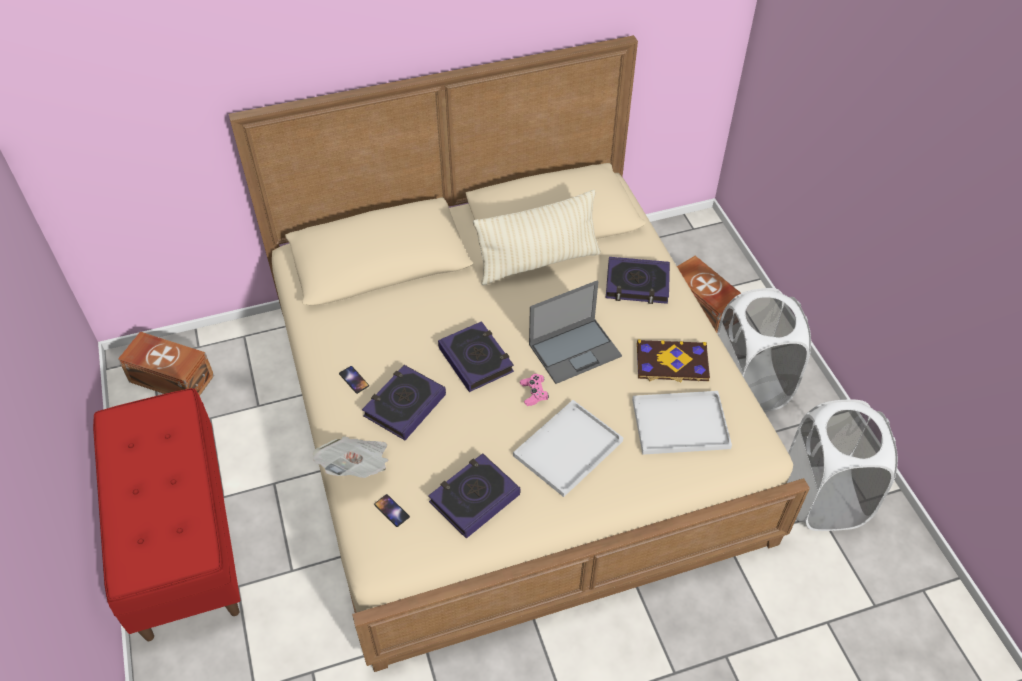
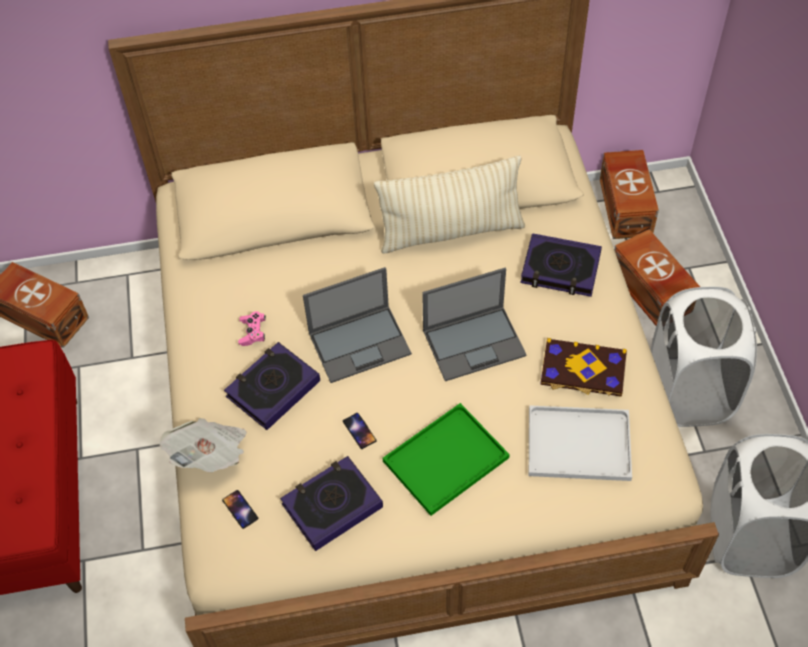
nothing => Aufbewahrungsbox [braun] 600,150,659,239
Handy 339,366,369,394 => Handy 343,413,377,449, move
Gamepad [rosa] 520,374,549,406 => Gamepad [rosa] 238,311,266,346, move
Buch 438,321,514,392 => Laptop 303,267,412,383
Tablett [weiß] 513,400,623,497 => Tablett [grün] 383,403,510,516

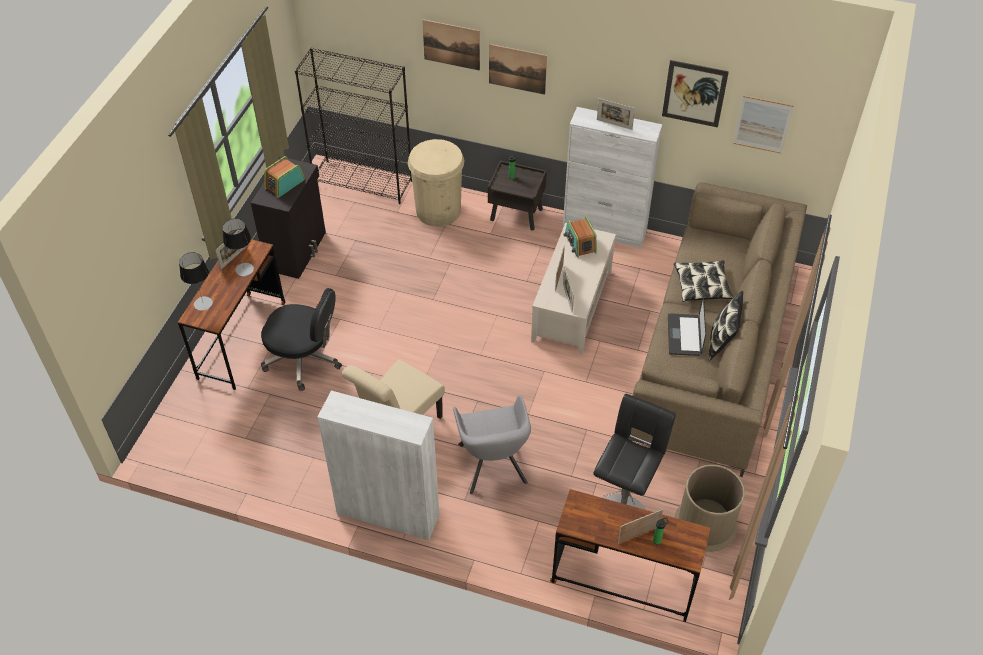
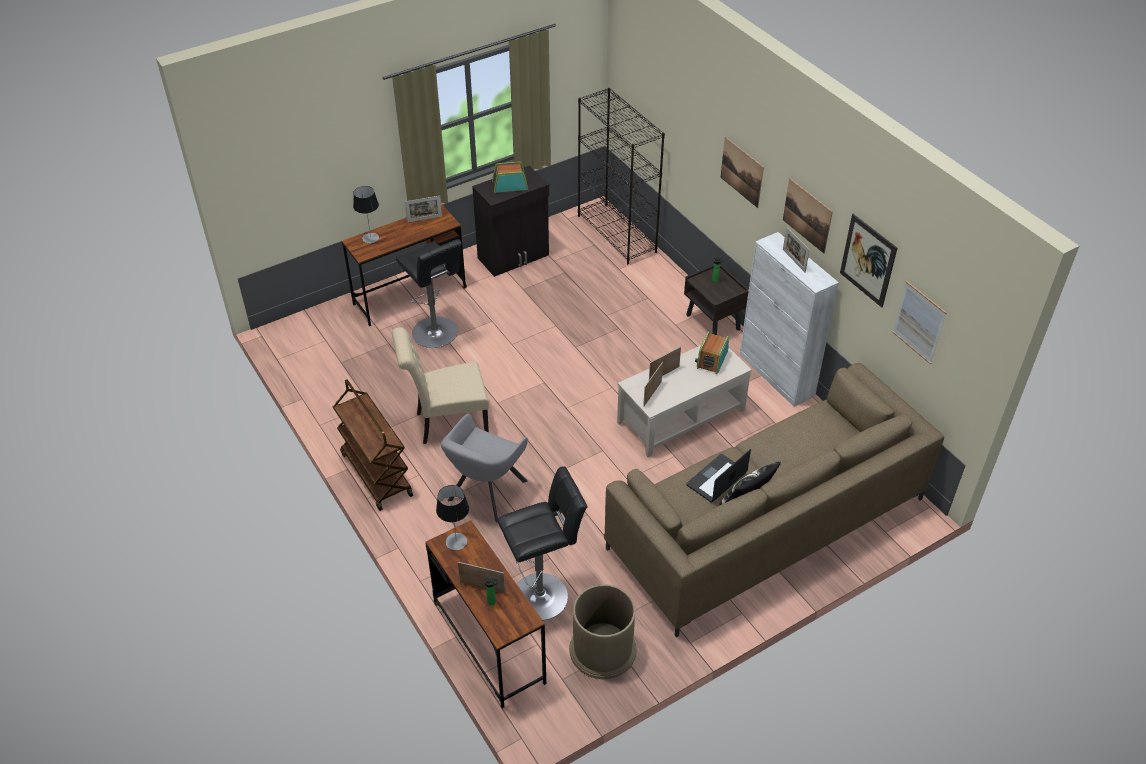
Mülleimer [beige] 408,139,465,227 => nothing
Kissen 674,260,734,302 => nothing
Tischlampe 223,219,254,276 => Tischlampe 436,485,469,550, move
Bild 422,19,480,71 => Bild 783,178,833,254, move
Bürostuhl [schwarz] 261,288,342,391 => Hocker [schwarz] 395,239,462,348
Schrank [weiß] 318,391,440,540 => Rollwagen [braun] 333,379,413,511

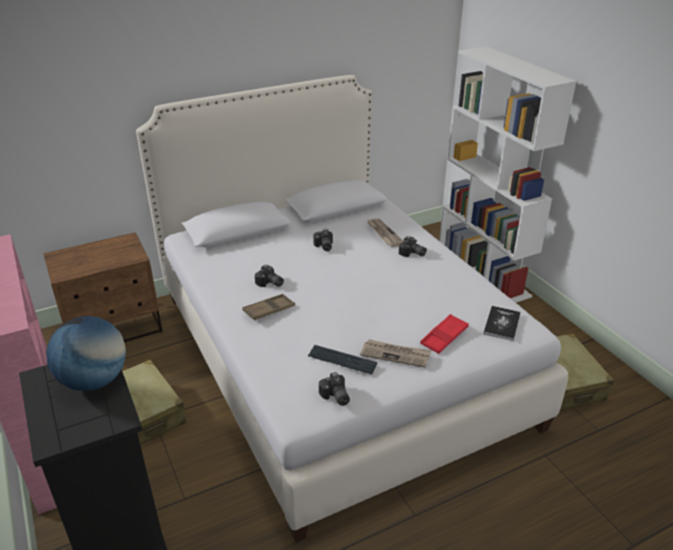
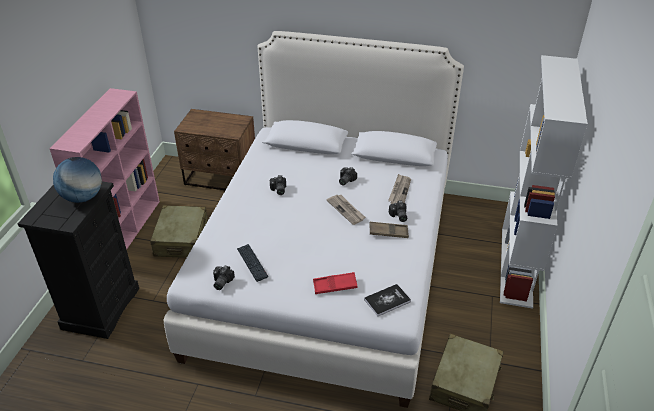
Tablett [braun] 242,294,295,320 => Tablett [braun] 369,222,409,238, move
Zeitung 360,339,432,368 => Zeitung 327,195,366,225, move

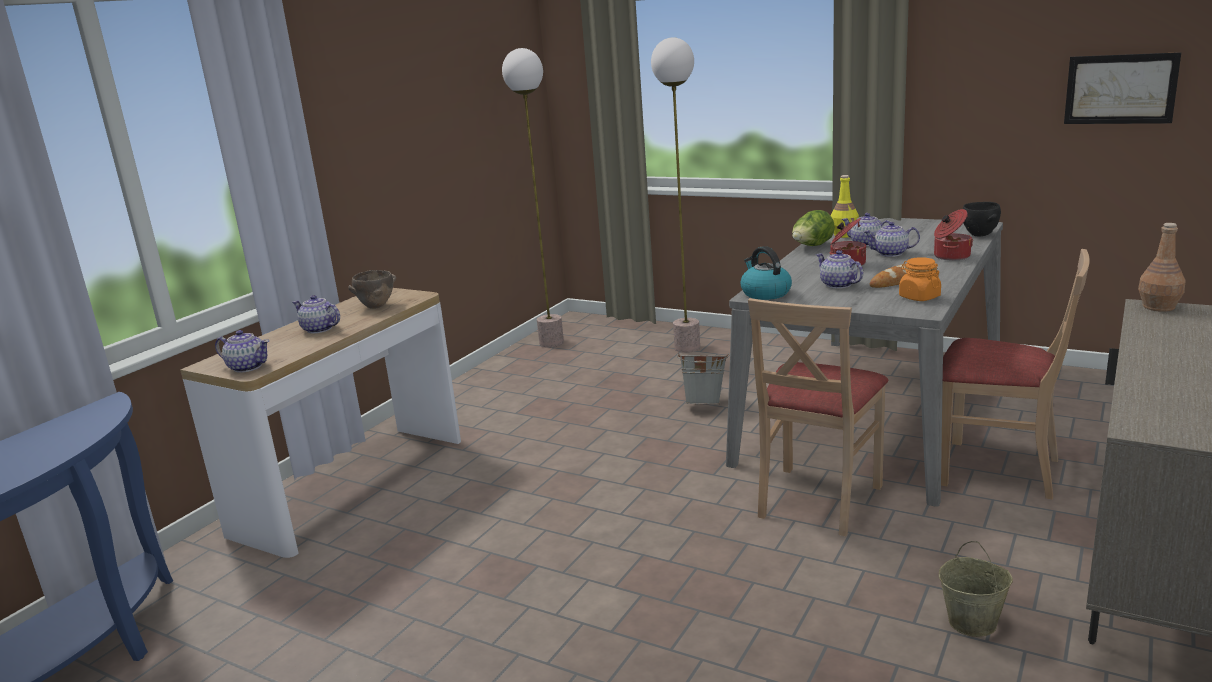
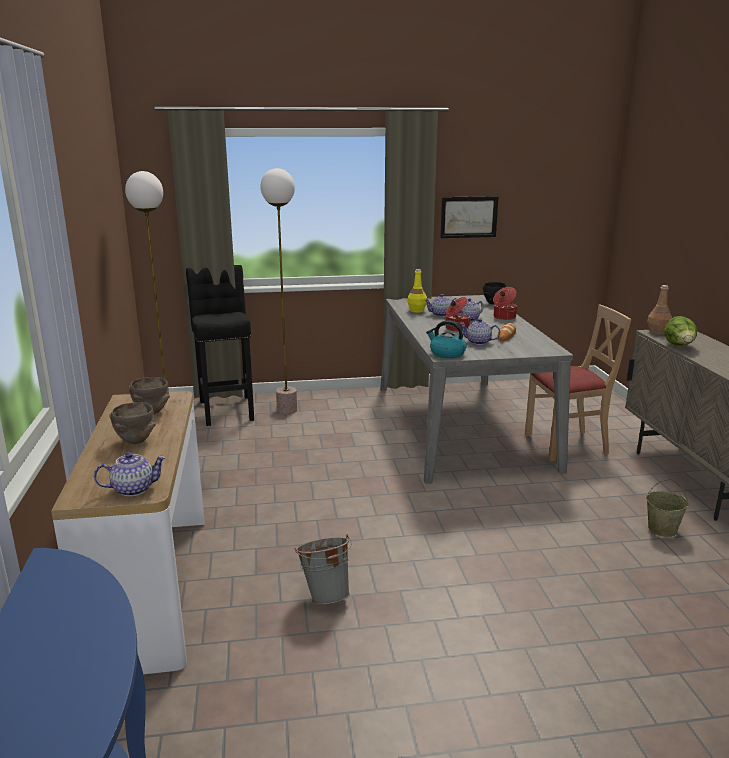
Stuhl [beige] 748,298,889,536 => nothing
Vorratsglas [orange] 899,257,941,301 => nothing
nothing => Hocker [schwarz] 186,265,254,426
Eimer [grau] 677,352,729,404 => Eimer [grau] 295,534,352,604, move
Salatkopf 792,210,835,246 => Salatkopf 664,316,697,346, move
Bild 1064,52,1181,124 => Bild 440,196,499,238, move
Teekanne 292,295,340,334 => Schüssel [braun] 109,402,156,444

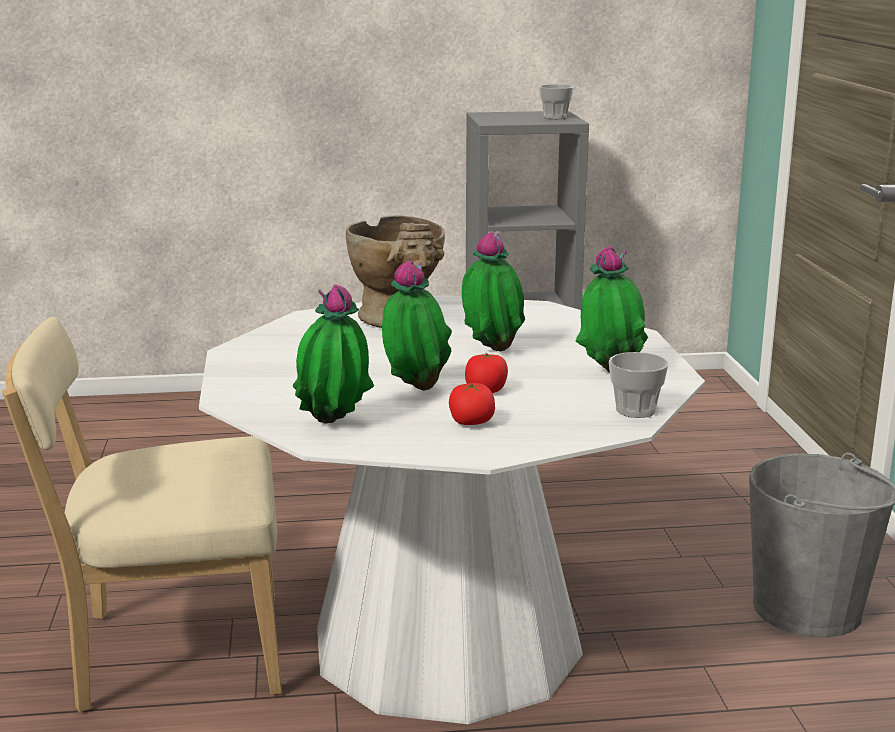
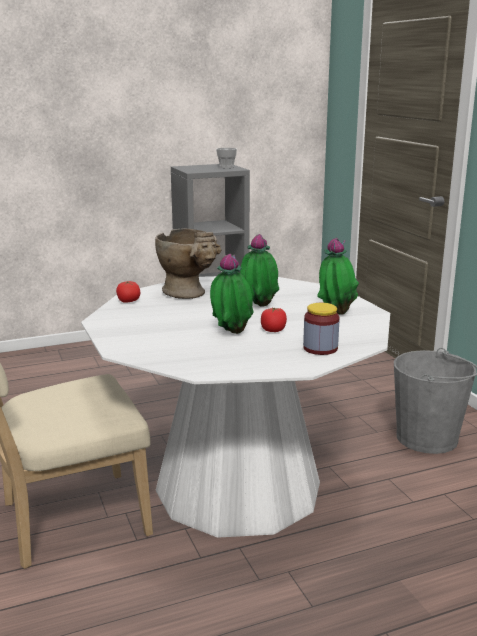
Topfpflanze 293,284,374,424 => nothing
Tasse 609,352,669,418 => nothing
nothing => Vorratsglas 303,303,340,355
Tomate 449,383,495,425 => Tomate 116,281,140,303, move

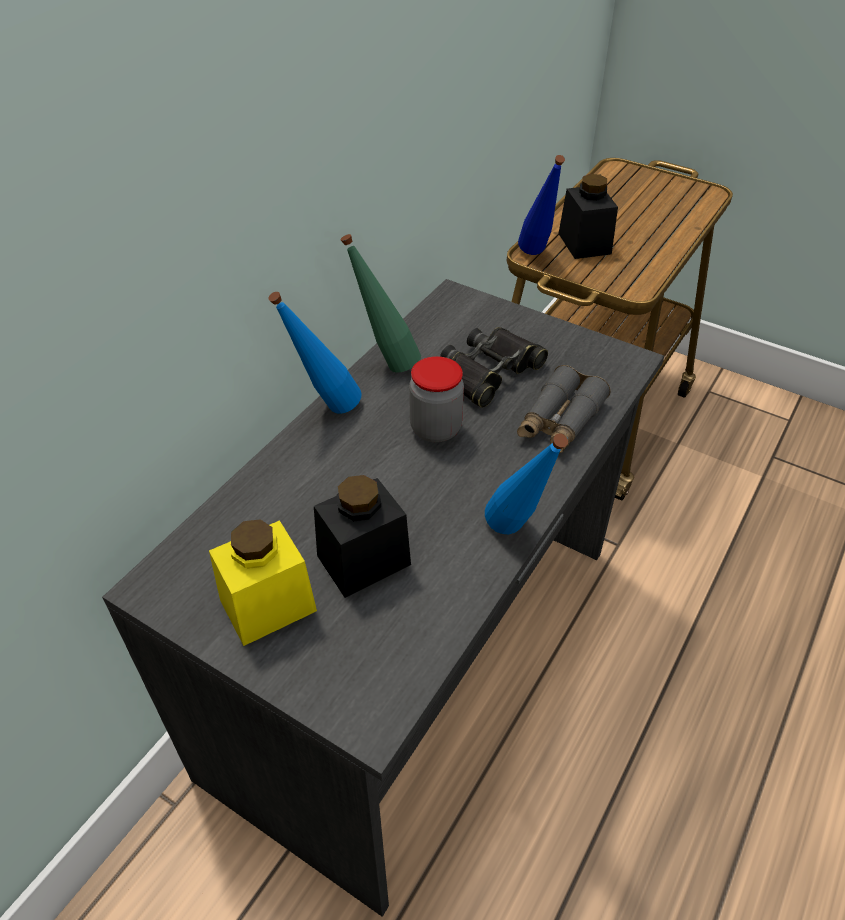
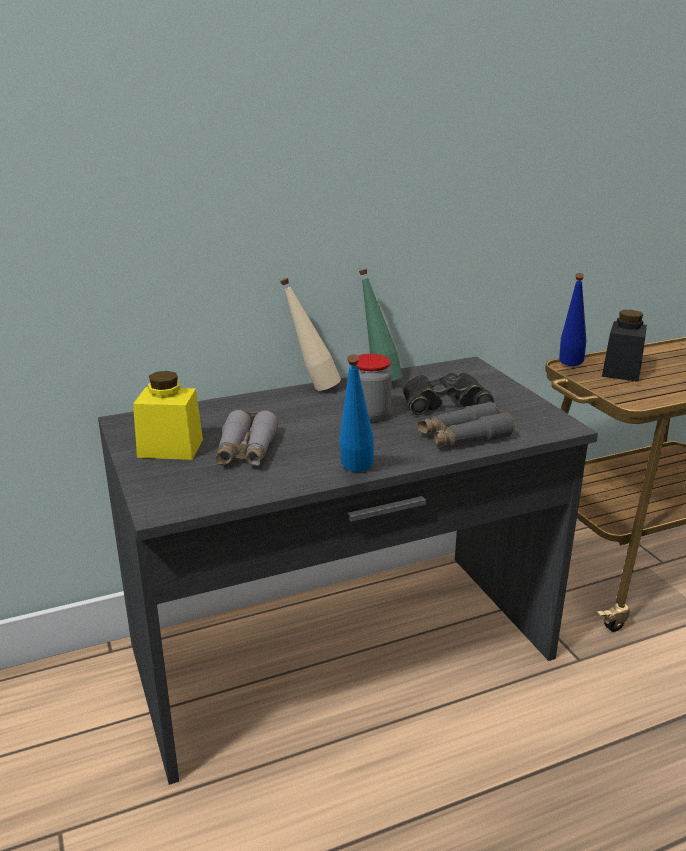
Vorratsglas [schwarz] 314,475,411,598 => Fernglas [grau] 216,409,279,466
Flasche [blau] 268,292,361,414 => Flasche [beige] 280,278,341,391

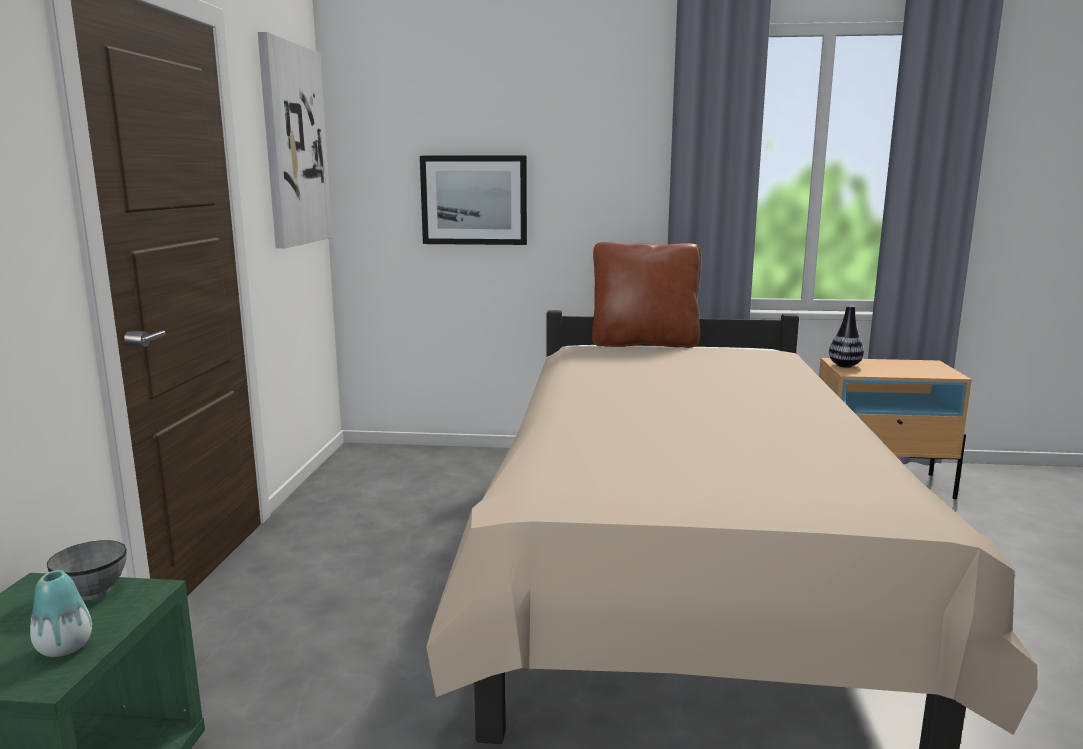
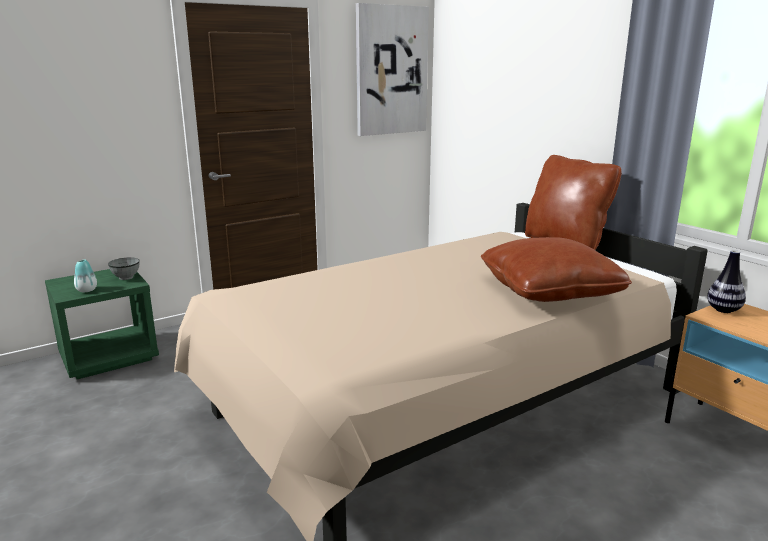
Bild 420,155,527,245 => nothing
nothing => Kissen [braun] 481,237,632,302

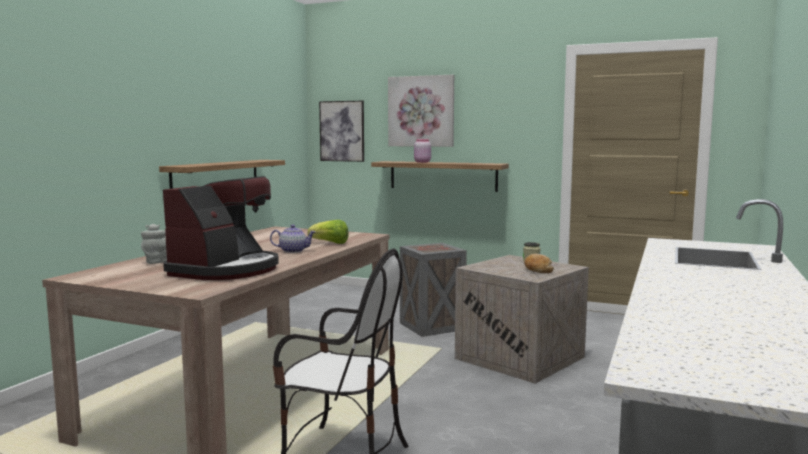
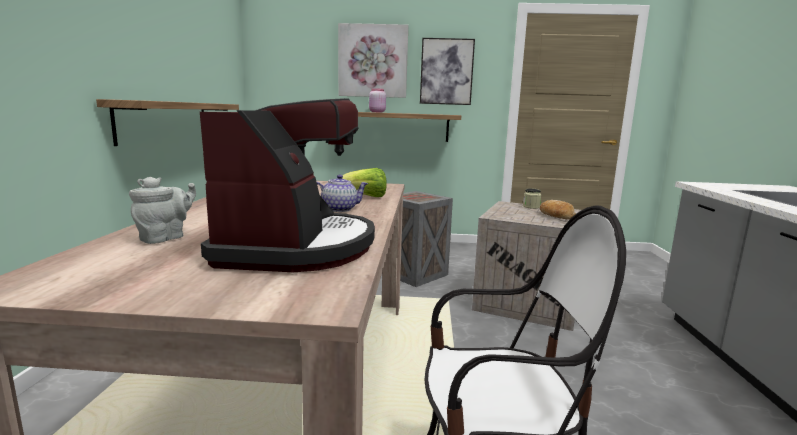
Bild 319,101,364,162 => Bild 420,38,475,105, move

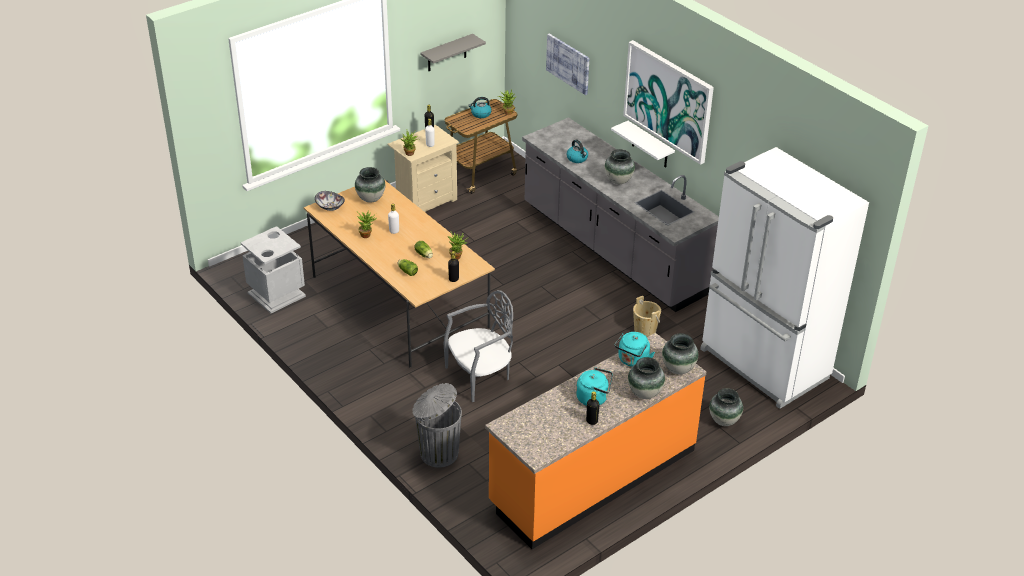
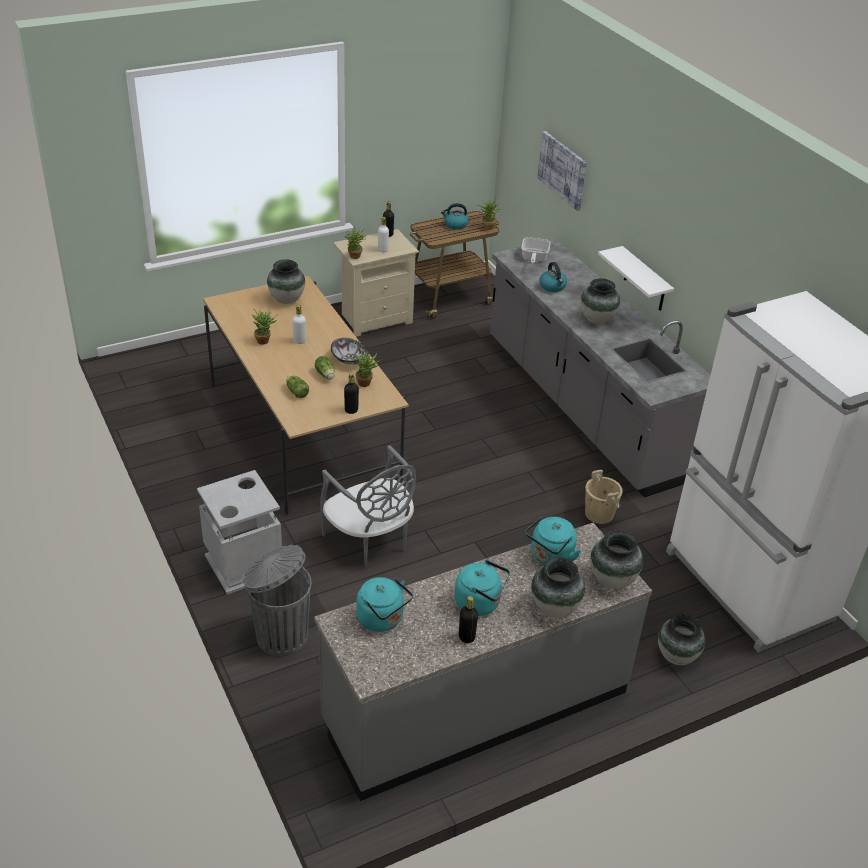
Wandregal [grau] 420,34,486,71 => nothing
Bild 623,40,714,165 => nothing
nothing => Wasserkessel [türkis] 356,577,413,632
nothing => Pfanne 521,237,551,264
Mülleimer [grau] 241,226,306,313 => Mülleimer [grau] 197,470,282,595, move
Schüssel 315,191,345,211 => Schüssel 331,338,369,365, move
Küchenzeile [orange] 485,333,706,549 => Küchenzeile [grau] 314,523,652,801
Stuhl [grau] 443,290,513,402 => Stuhl [grau] 320,445,416,568, 75 degrees clockwise

